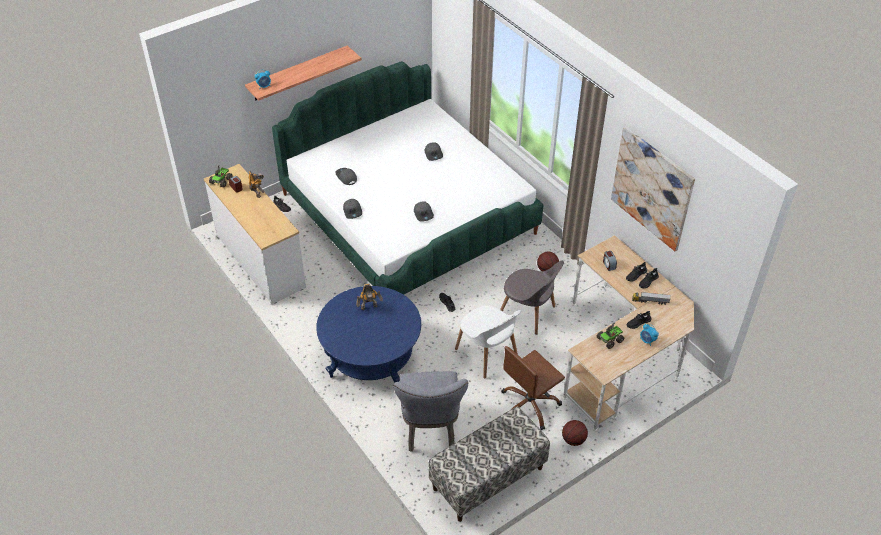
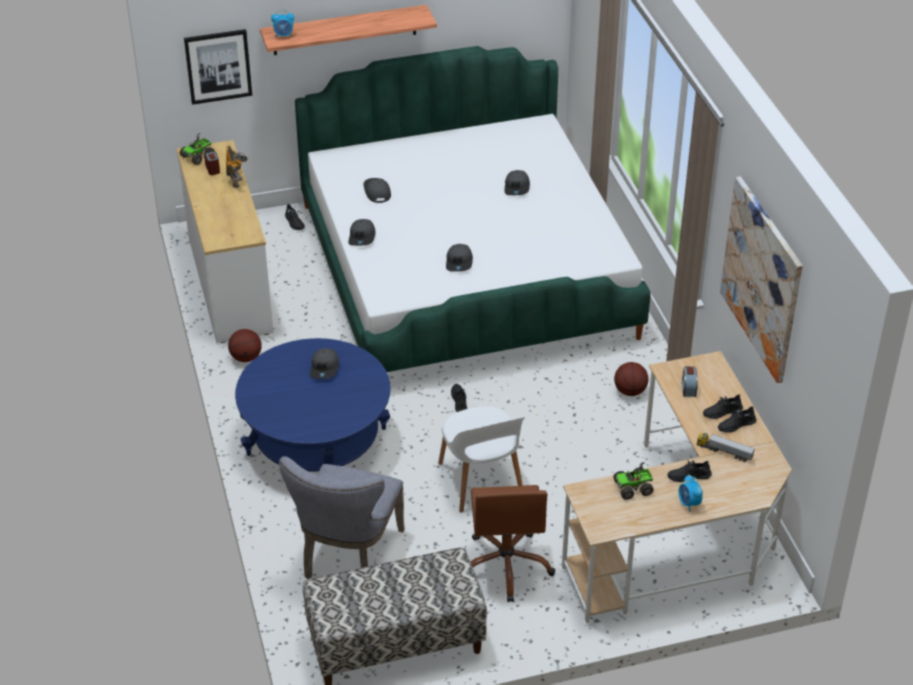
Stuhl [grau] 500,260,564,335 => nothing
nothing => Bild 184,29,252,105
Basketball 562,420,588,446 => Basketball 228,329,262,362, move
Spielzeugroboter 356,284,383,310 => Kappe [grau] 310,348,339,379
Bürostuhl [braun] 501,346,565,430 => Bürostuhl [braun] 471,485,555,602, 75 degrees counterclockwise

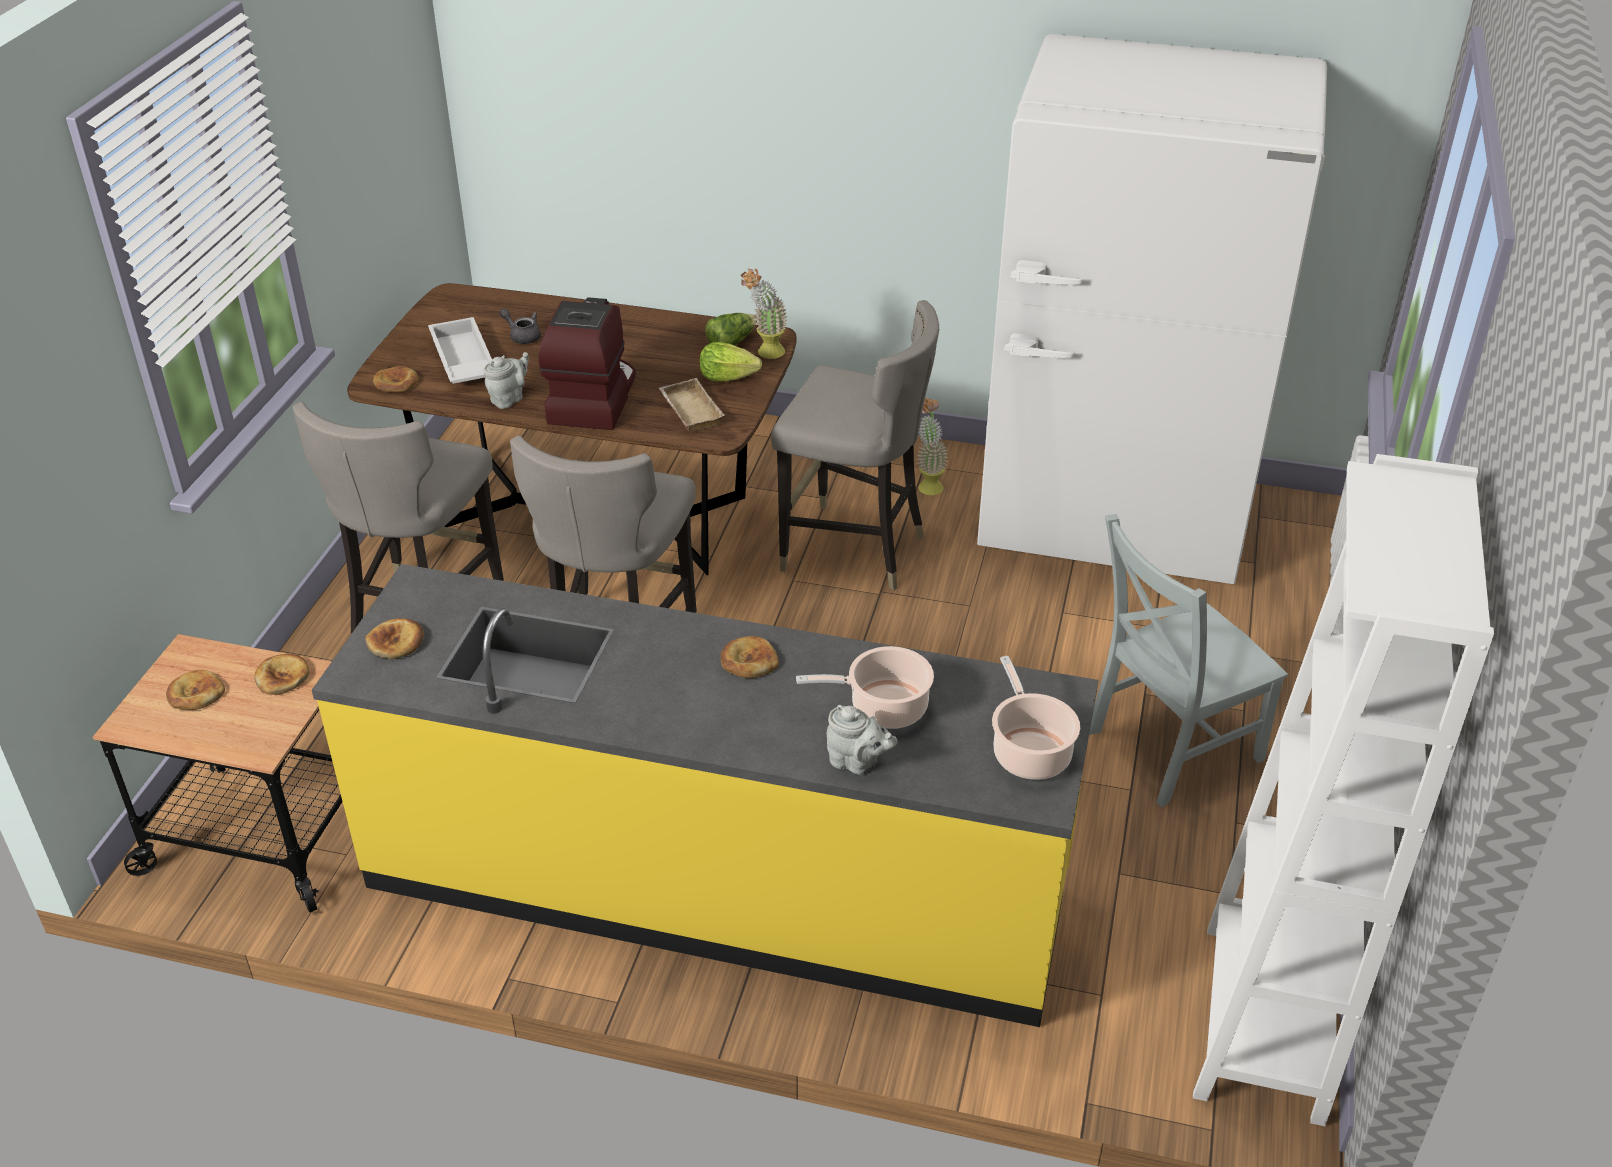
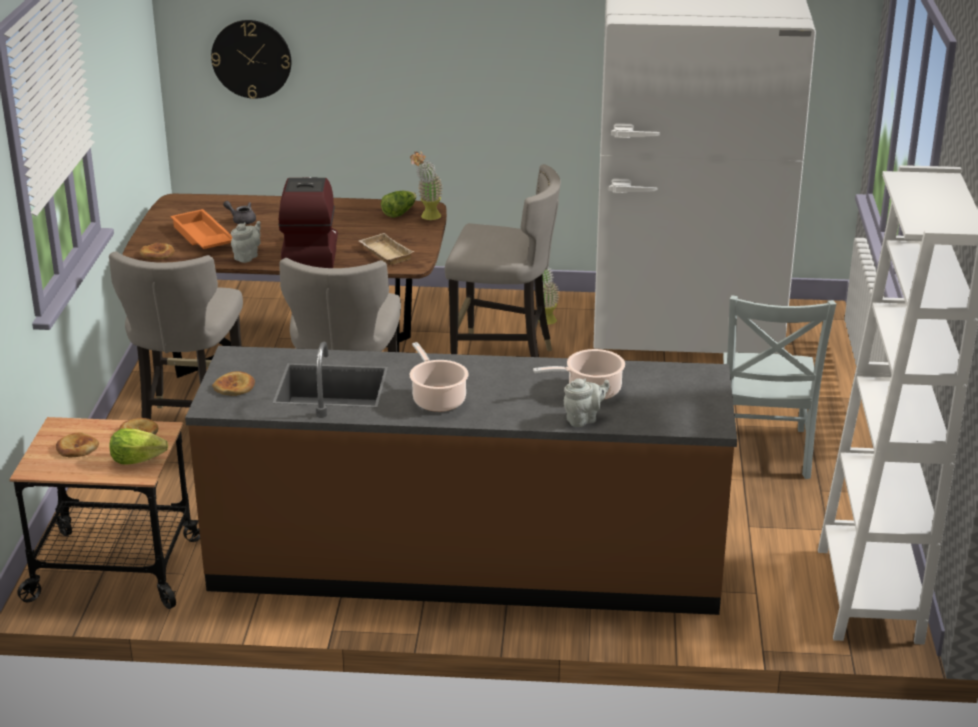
Brot 721,636,779,678 => nothing
nothing => Wanduhr 211,20,291,99
Salatkopf 700,342,762,381 => Salatkopf 109,428,168,465, move
Kochtopf 992,656,1080,780 => Kochtopf 409,342,469,412, move
Küchenzeile [gelb] 312,564,1098,1027 => Küchenzeile [braun] 185,342,737,615
Tablett [weiß] 428,317,492,384 => Tablett [orange] 171,209,232,249
Teekanne [grau] 827,705,898,775 => Teekanne [grau] 564,378,609,427, 45 degrees counterclockwise
Stuhl [grau] 1089,514,1288,807 => Stuhl [grau] 723,295,836,479, 45 degrees counterclockwise

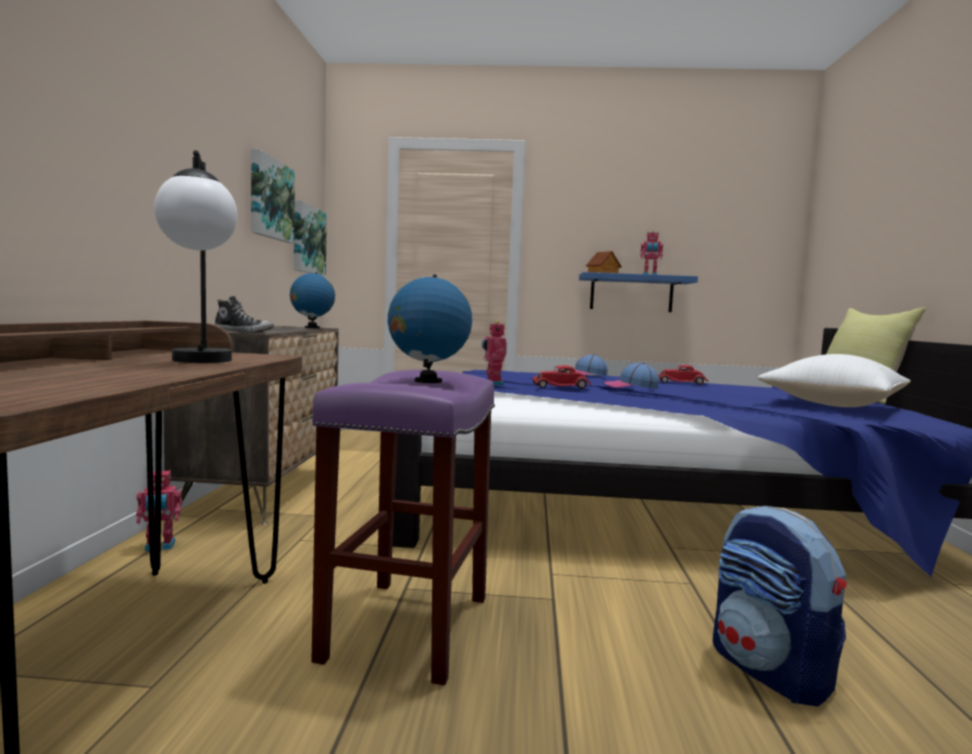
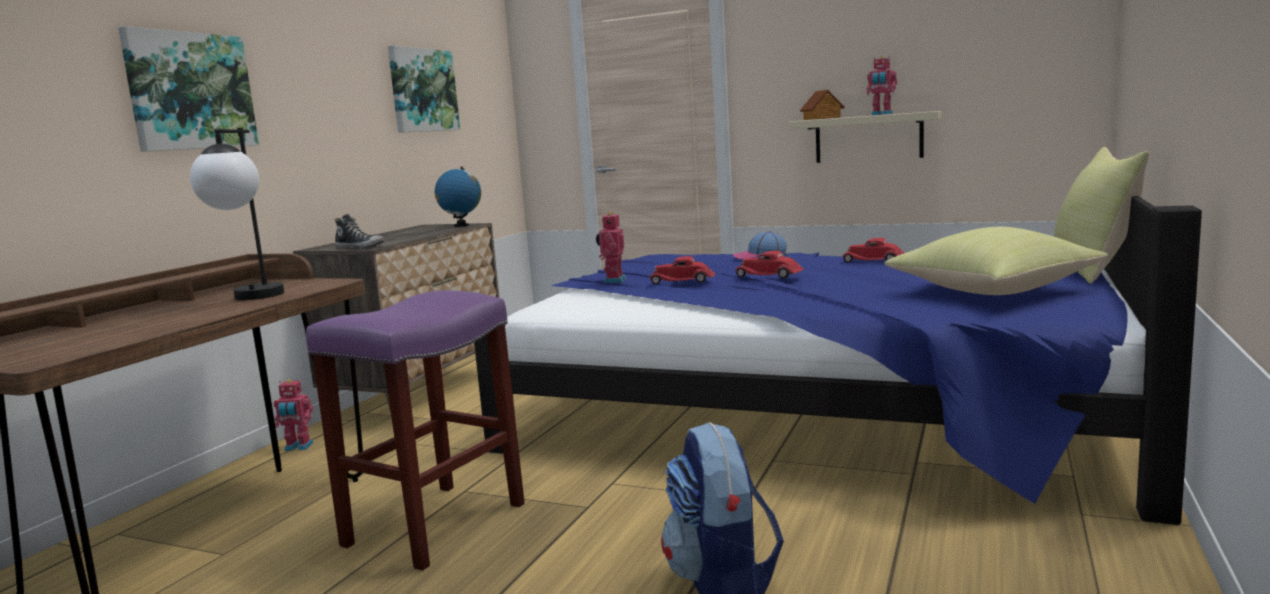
Globus 388,274,472,383 => nothing
Bild 294,200,327,275 => Bild 118,26,259,152, move
Kappe 604,363,659,389 => Spielzeugauto [rot] 735,251,803,278
Wandregal [blau] 579,272,698,312 => Wandregal [beige] 789,111,942,163
Kissen [weiß] 758,354,911,407 => Kissen [gelb] 885,227,1108,295

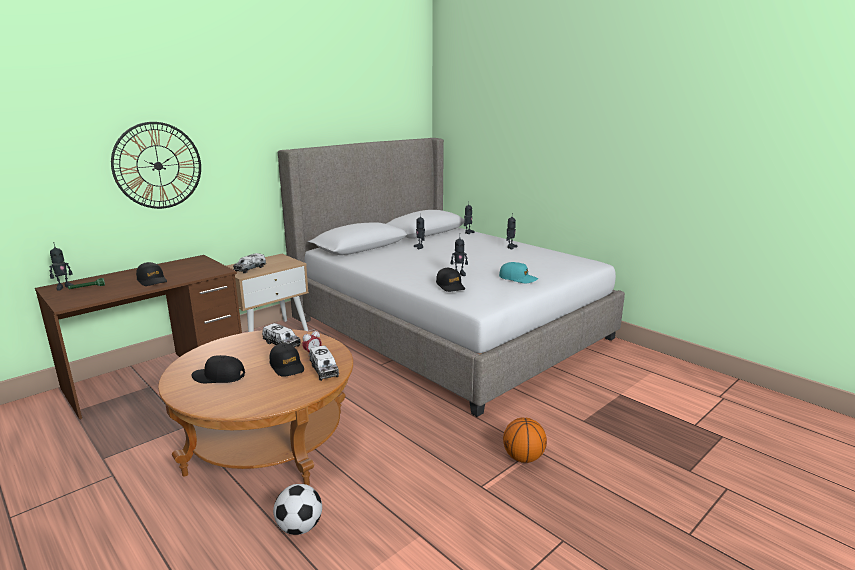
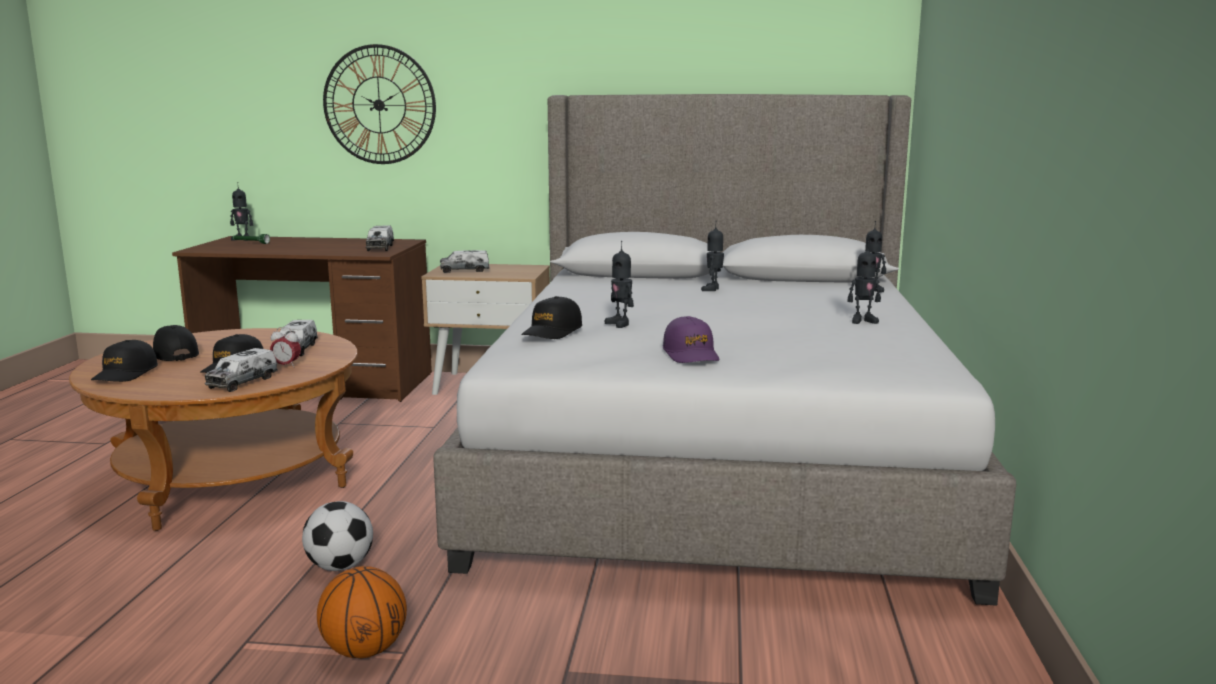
nothing => Spielzeuglaster 366,225,394,251
Kappe [schwarz] 136,262,167,286 => Kappe [schwarz] 91,340,158,382, move
Fußball 273,484,322,535 => Fußball 302,501,373,571, move
Kappe [türkis] 499,262,538,283 => Kappe [lila] 663,316,719,363

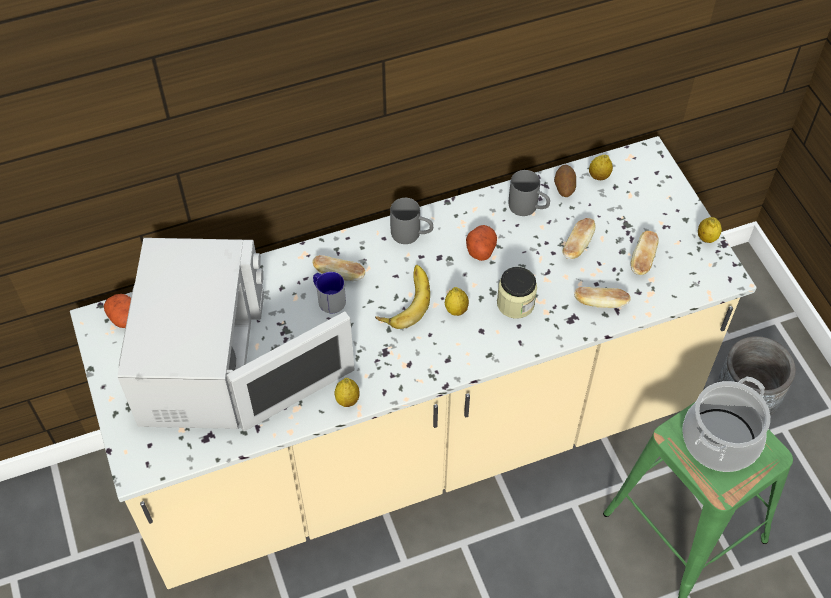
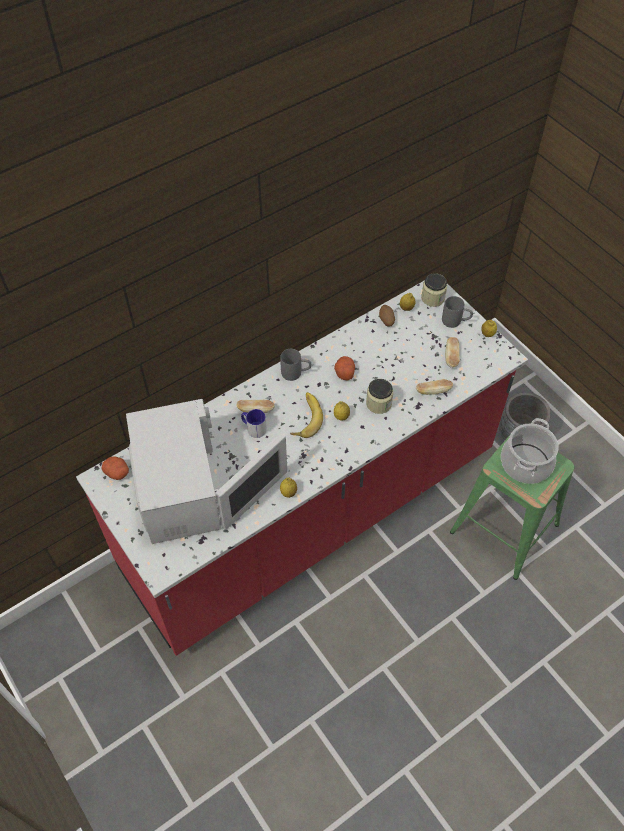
Brot 562,218,596,259 => nothing
nothing => Vorratsglas 421,273,447,307
Henkelbecher [grau] 509,170,550,216 => Henkelbecher [grau] 442,296,473,328, move
Küchenzeile [beige] 70,136,757,589 => Küchenzeile [rot] 76,280,528,656

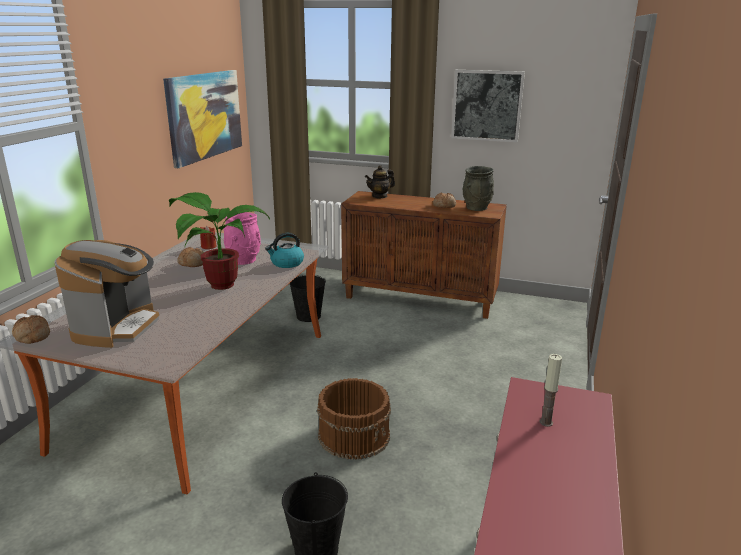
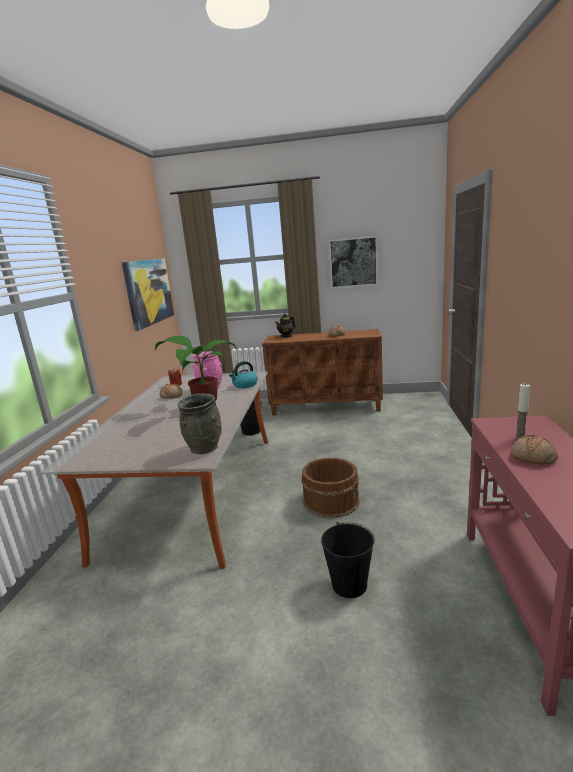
Kaffeemaschine 54,240,159,348 => nothing
Brot 12,315,50,344 => Brot 511,434,558,464, move
Vase [grau] 463,166,494,211 => Vase [grau] 178,393,222,454, move

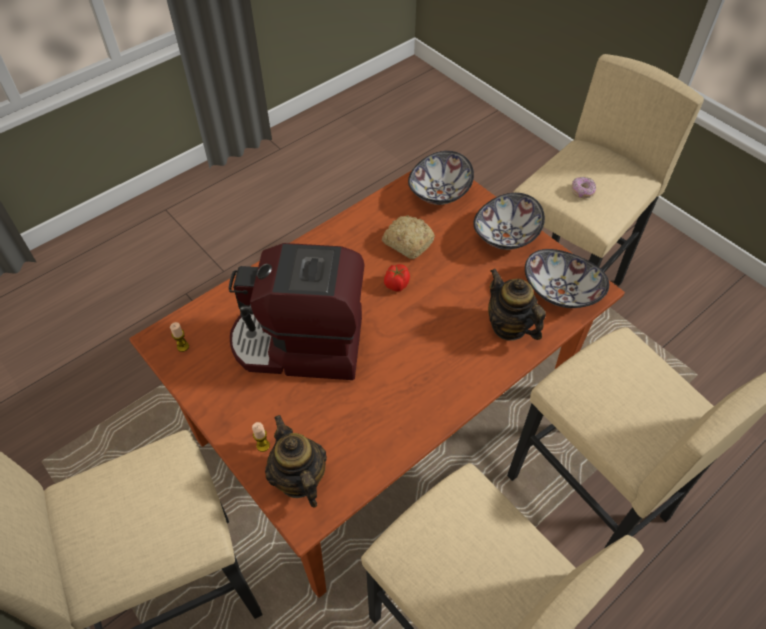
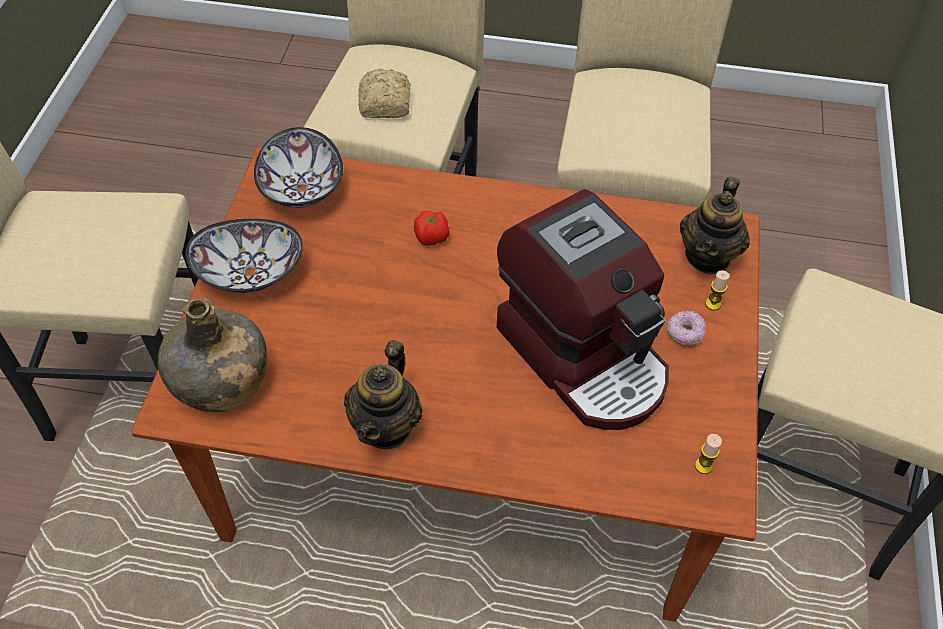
Brot 382,215,435,259 => Brot 358,69,411,118, move
Tomate 384,264,410,292 => Tomate 414,210,450,246, move
Teekanne 488,269,546,341 => Teekanne 344,340,423,449, move
Donut 571,177,596,198 => Donut 667,311,706,346, move
Schüssel 408,151,474,205 => Flasche [grün] 158,297,267,412

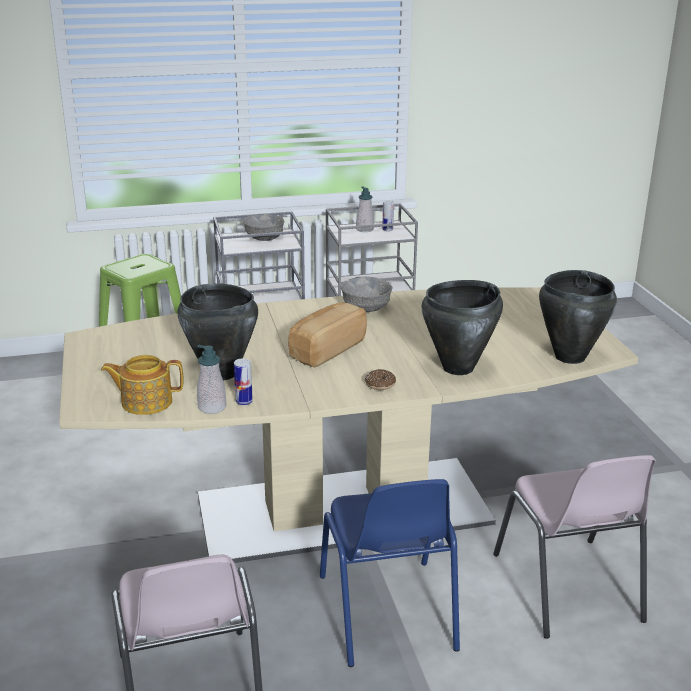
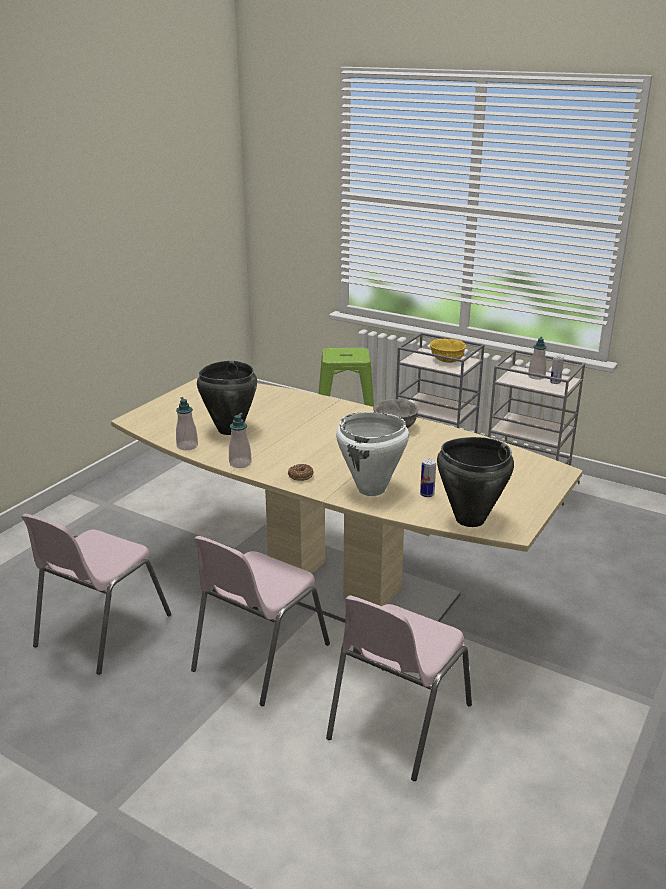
Teekanne 101,355,184,415 => nothing
Brot 288,303,367,368 => nothing
nothing => Seifenspender 229,413,252,468
Dose 234,359,253,405 => Dose 420,458,436,497, move
Schüssel [grau] 243,214,284,241 => Schüssel [gelb] 430,339,466,363
Stuhl [blau] 320,479,460,667 => Stuhl [rosa] 191,536,330,706
Kochtopf [schwarz] 421,280,503,375 => Kochtopf [weiß] 336,412,409,496

